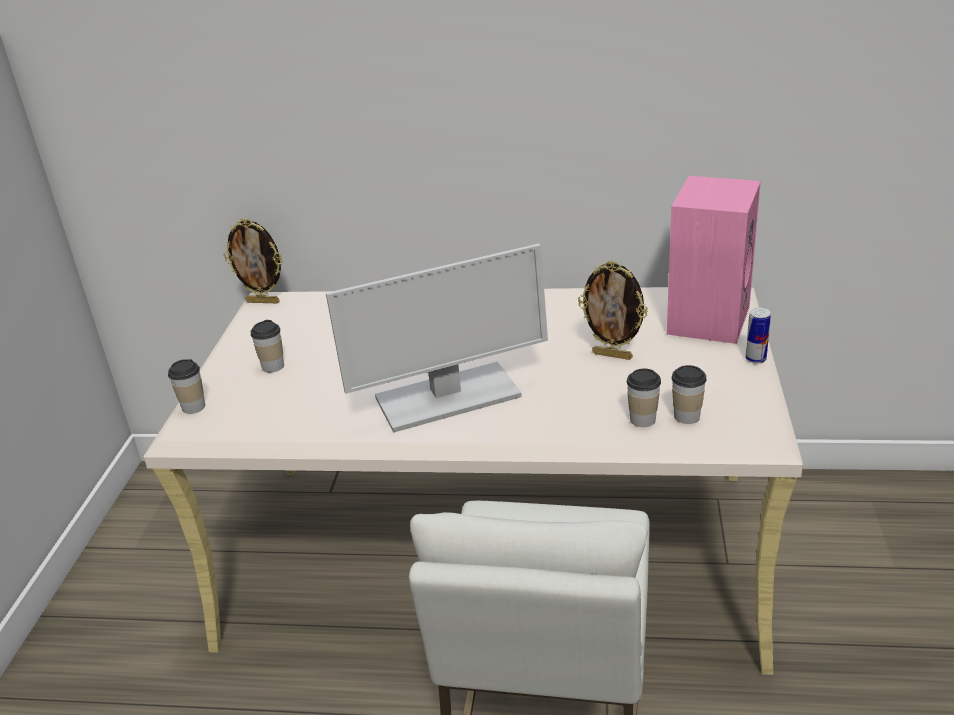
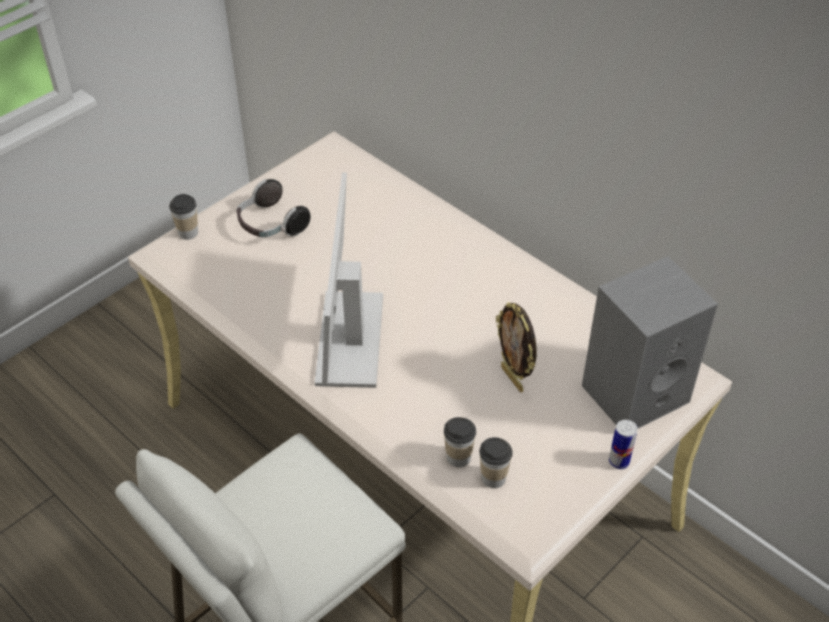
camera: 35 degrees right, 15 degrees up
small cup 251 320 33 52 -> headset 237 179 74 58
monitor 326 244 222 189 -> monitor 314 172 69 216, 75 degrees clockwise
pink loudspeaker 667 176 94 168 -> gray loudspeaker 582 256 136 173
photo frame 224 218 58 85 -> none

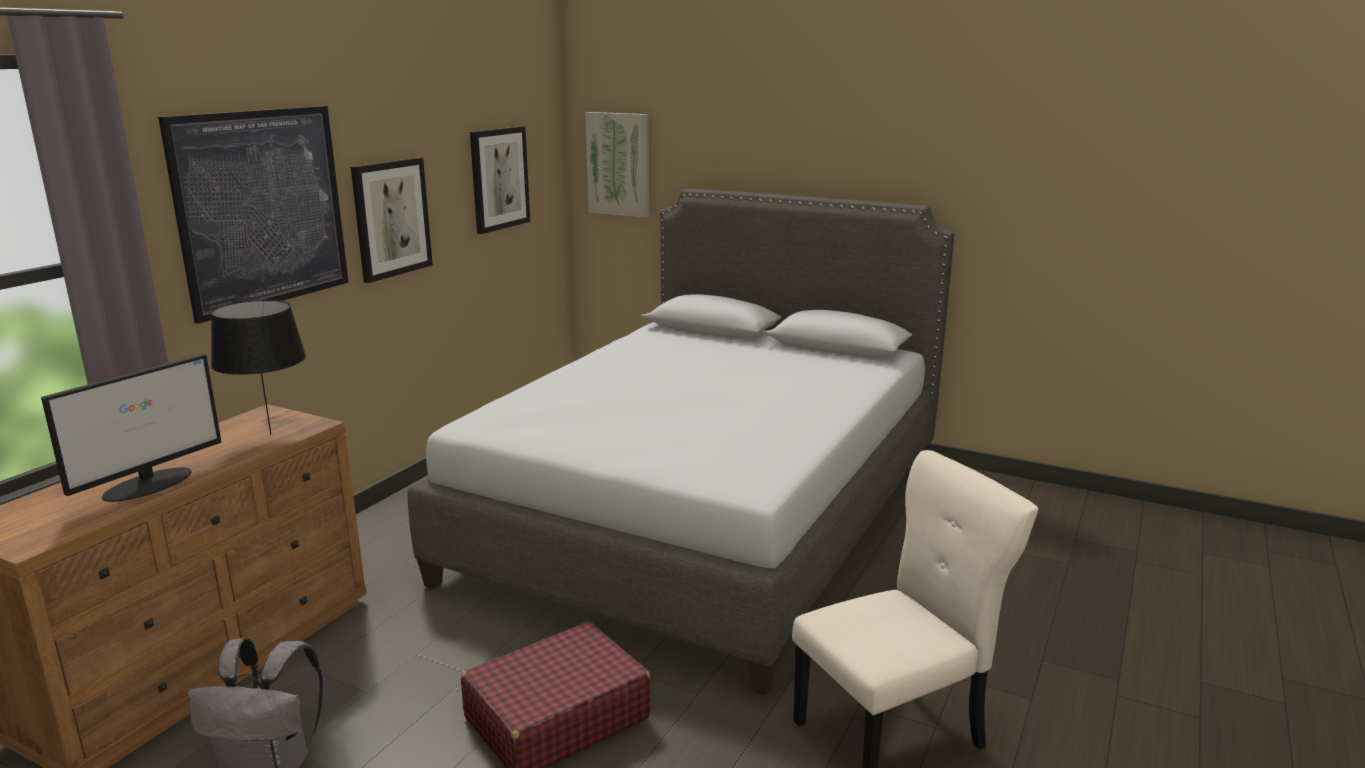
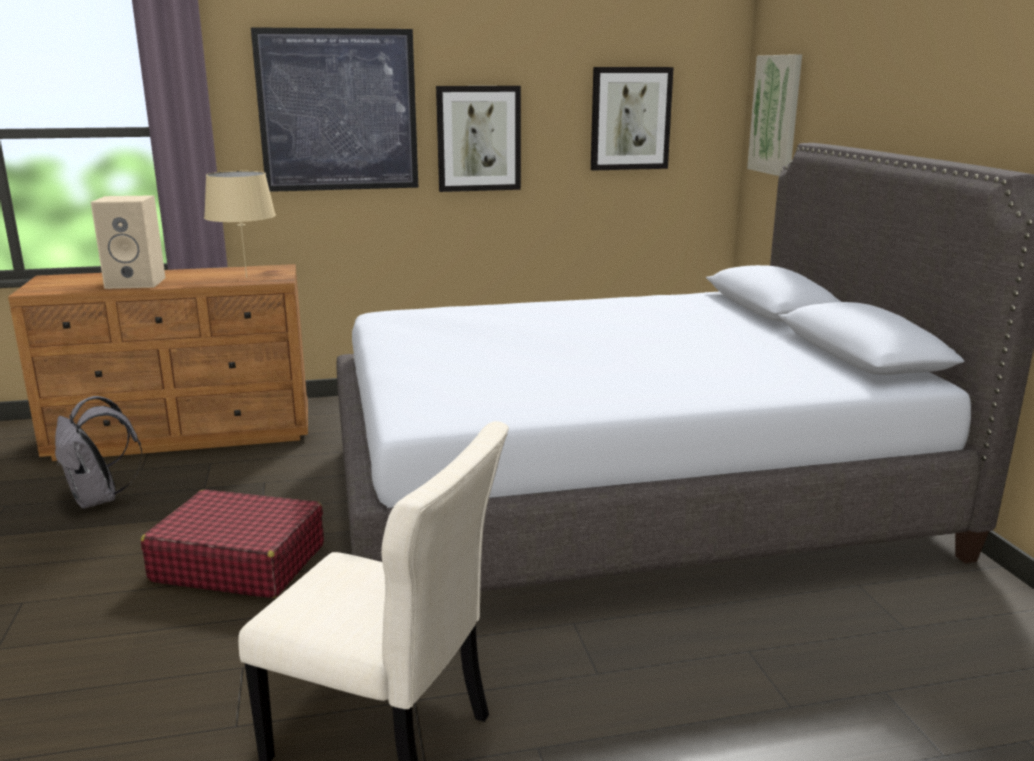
camera: 50 degrees right, 0 degrees up
monitor 41 354 180 148 -> sand-coloured loudspeaker 91 195 74 94
black table lamp 211 300 95 135 -> sand-coloured table lamp 204 171 72 107

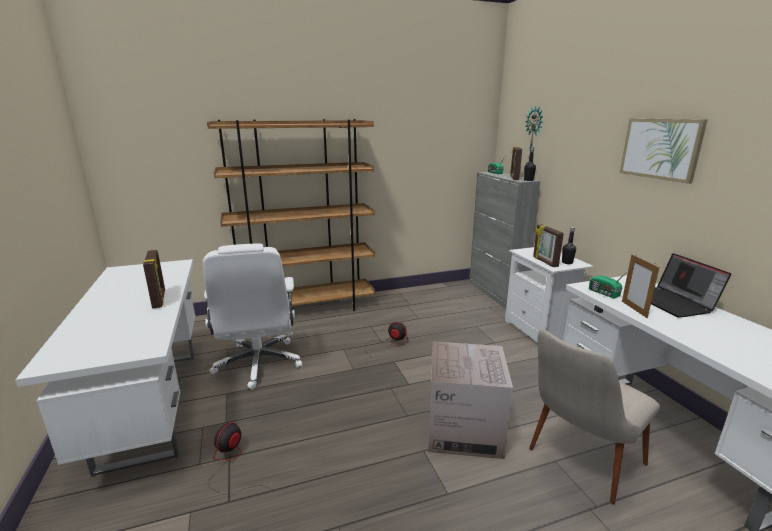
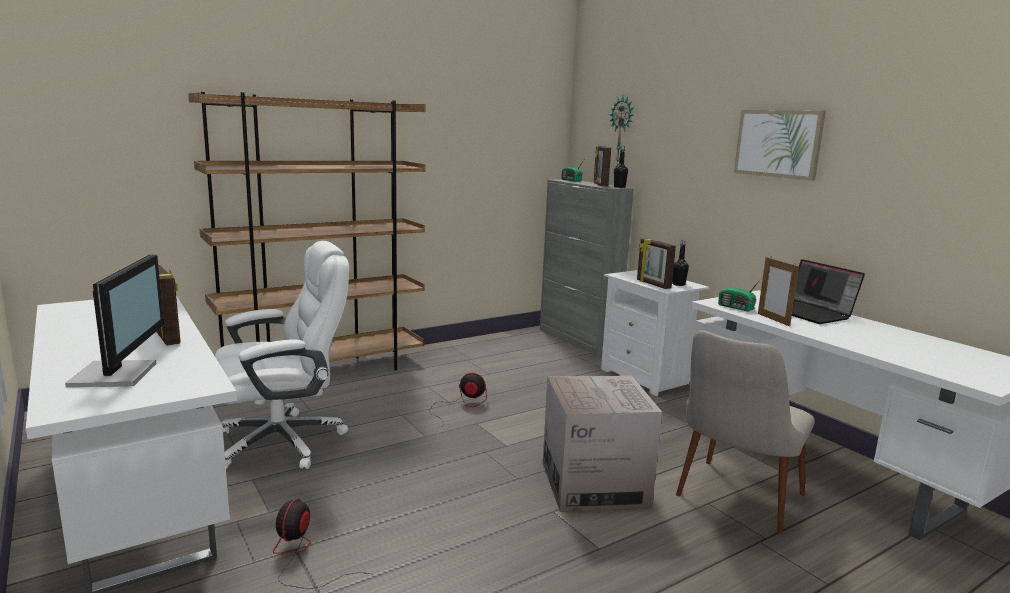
camera: 15 degrees left, 5 degrees down
none -> monitor 65 255 99 132
white-coloured computer chair 203 244 99 145 -> white-coloured computer chair 215 241 134 228, 90 degrees counterclockwise

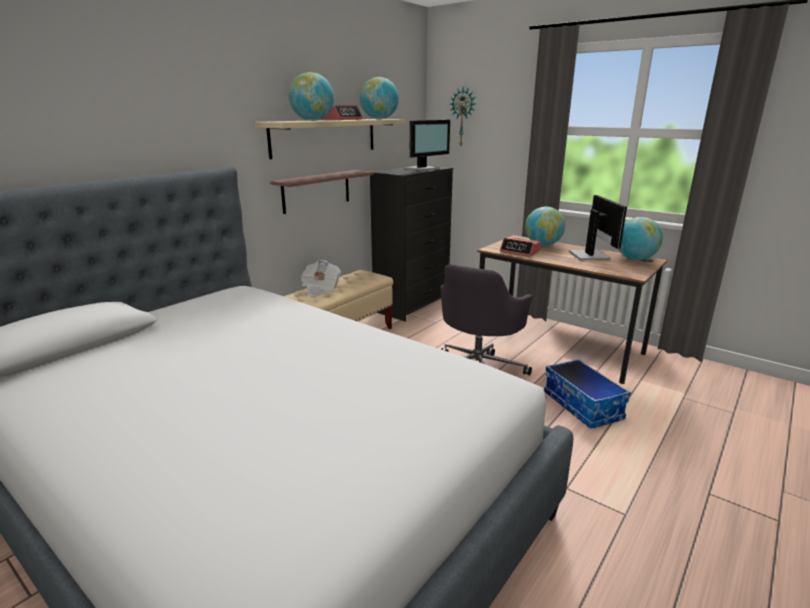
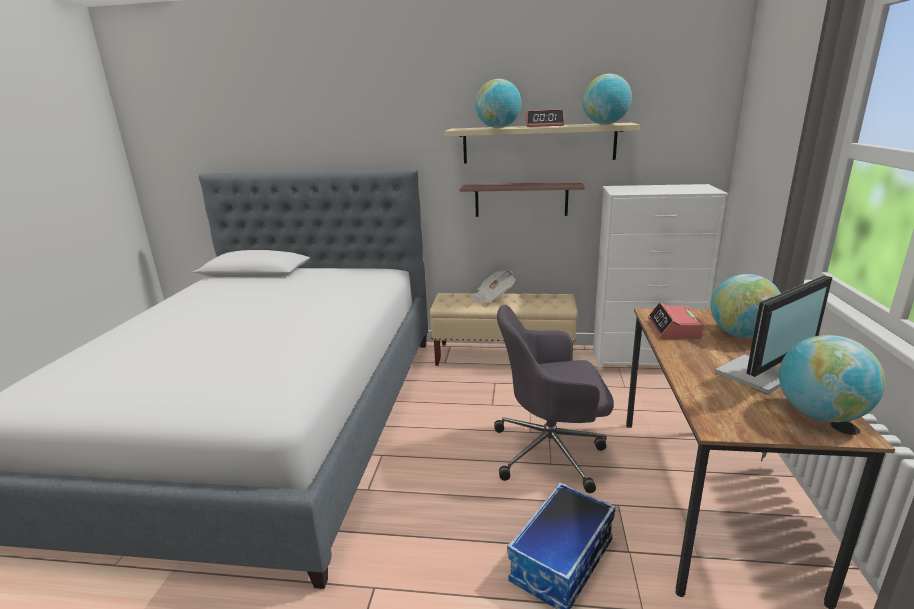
camera: 60 degrees right, 0 degrees up
black dresser 370 166 83 155 -> white-coloured dresser 593 184 135 186
monitor 404 120 46 51 -> none
hanging clock 450 87 25 59 -> none

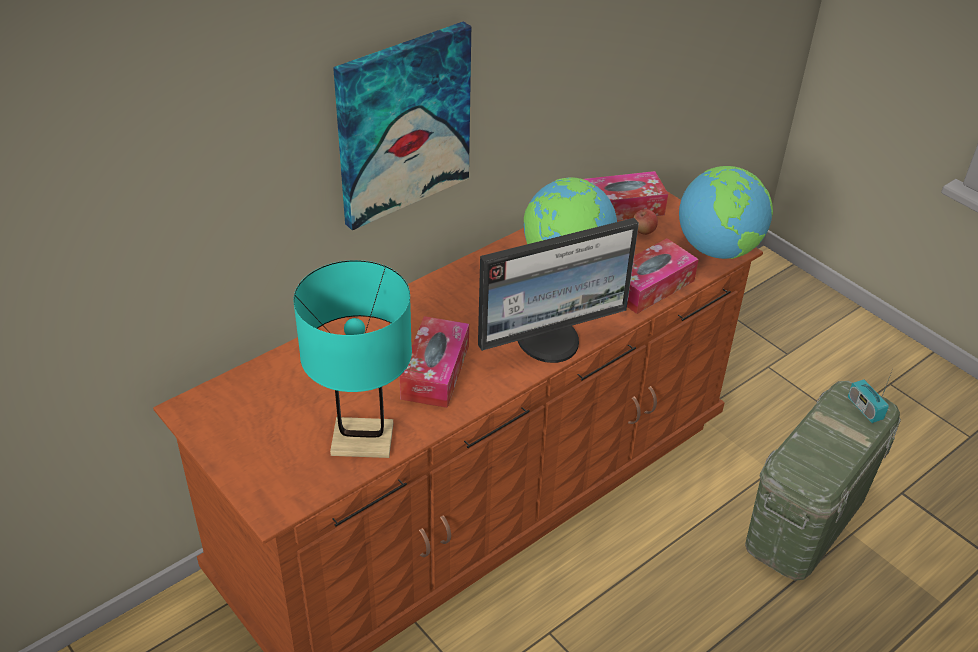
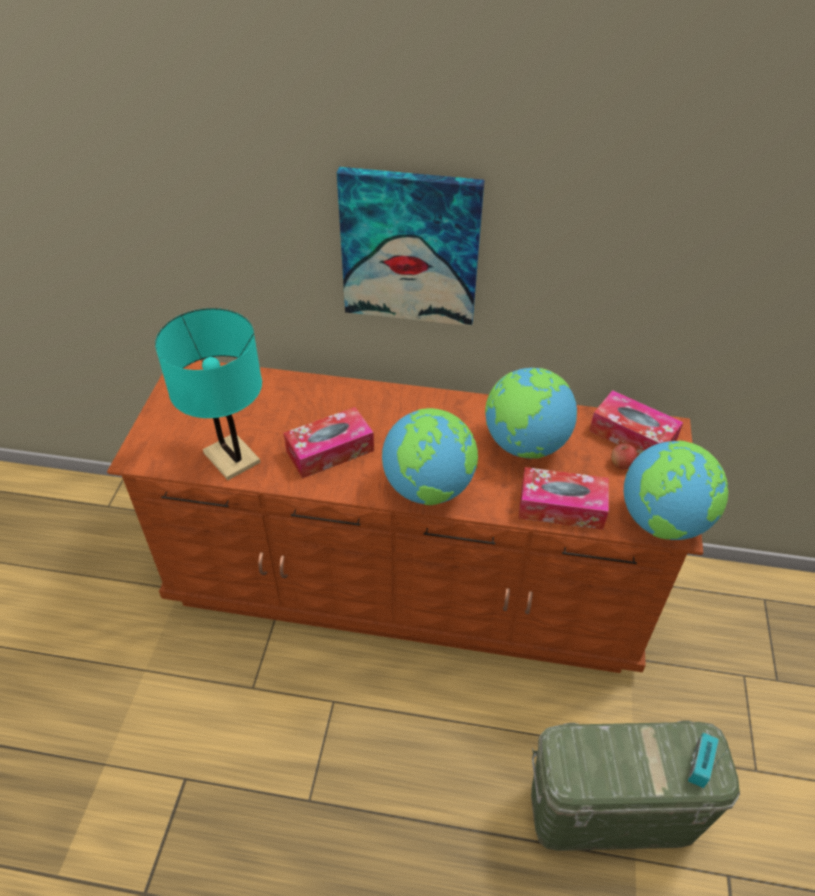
camera: 50 degrees right, 5 degrees up
monitor 478 218 161 145 -> desk globe 382 408 96 97

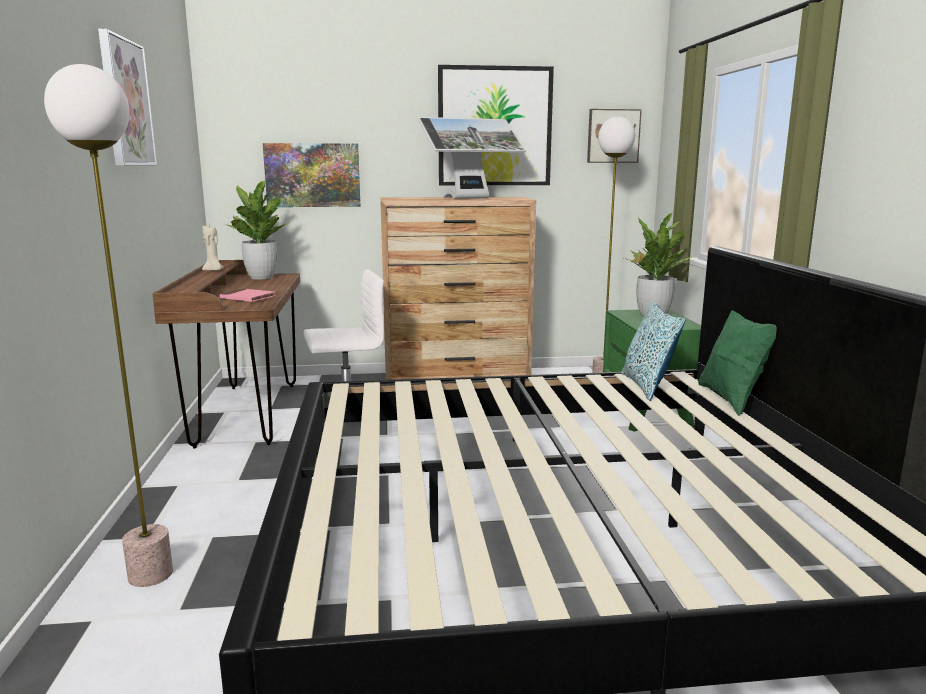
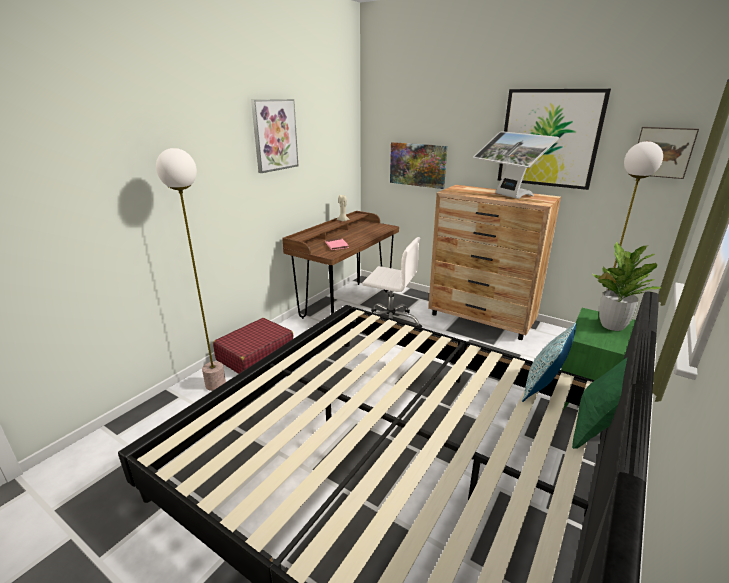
camera: 40 degrees right, 10 degrees up
none -> reddish piece of luggage 213 318 81 56
monitor 418 117 108 82 -> monitor 473 131 86 68, 45 degrees clockwise
potted plant 226 181 63 98 -> none

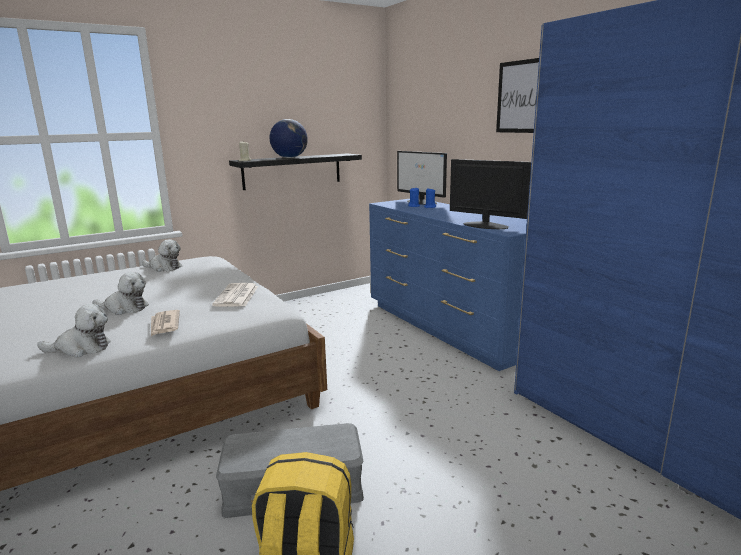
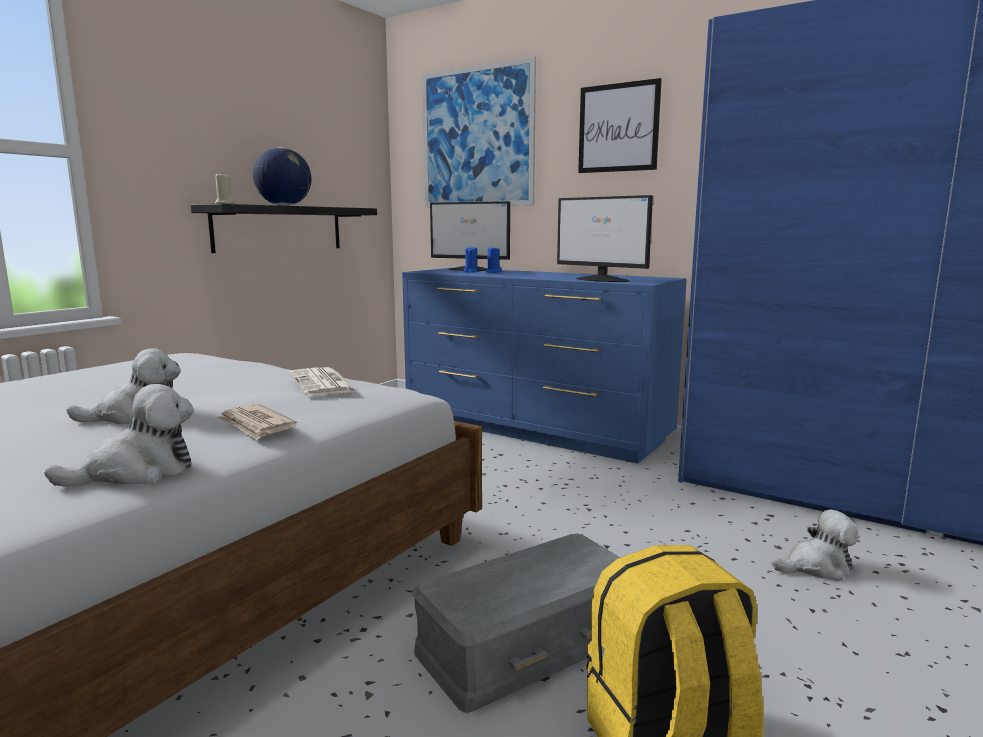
camera: 25 degrees left, 5 degrees down
none -> picture 422 56 114 152
monitor 450 159 81 70 -> monitor 557 195 96 87, 150 degrees counterclockwise
soft toy 142 239 40 33 -> soft toy 771 509 87 72, move

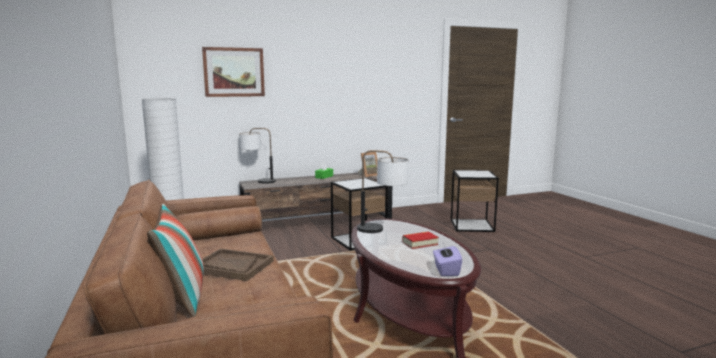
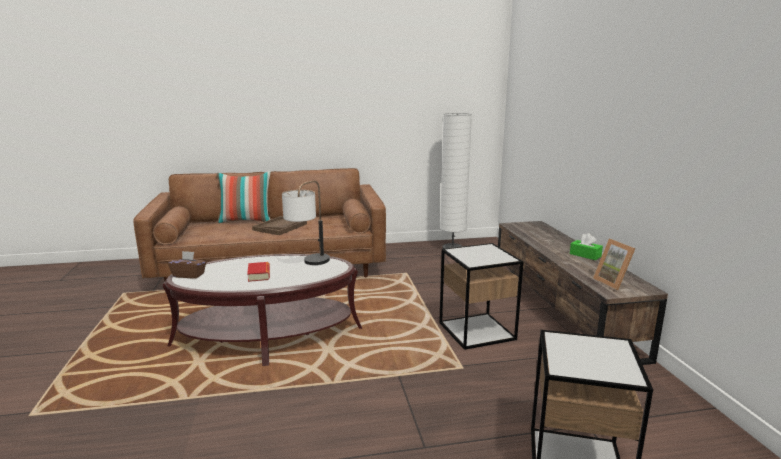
camera: 100 degrees right, 5 degrees up
purple tissue holder 433 243 29 33 -> brown-coloured tissue holder 168 251 38 28
picture 202 47 63 50 -> none
table lamp 239 128 37 55 -> none

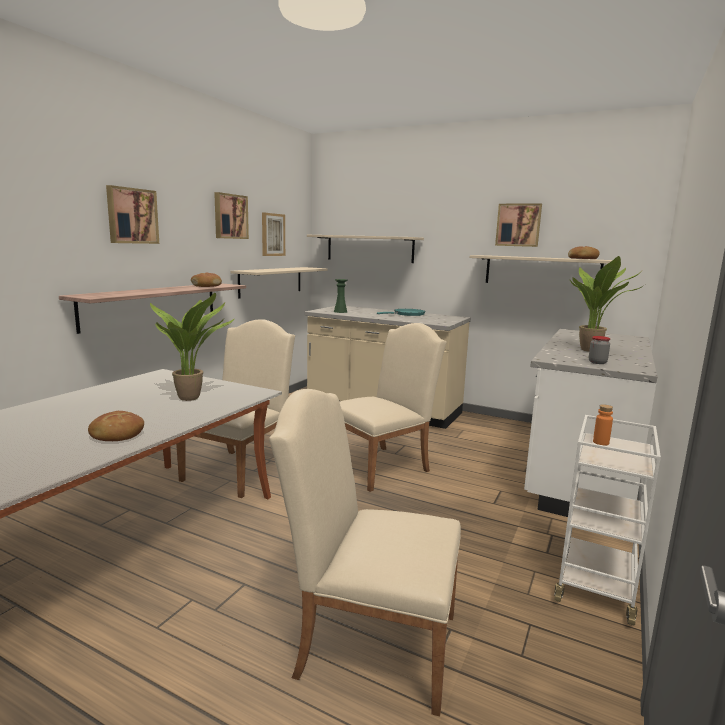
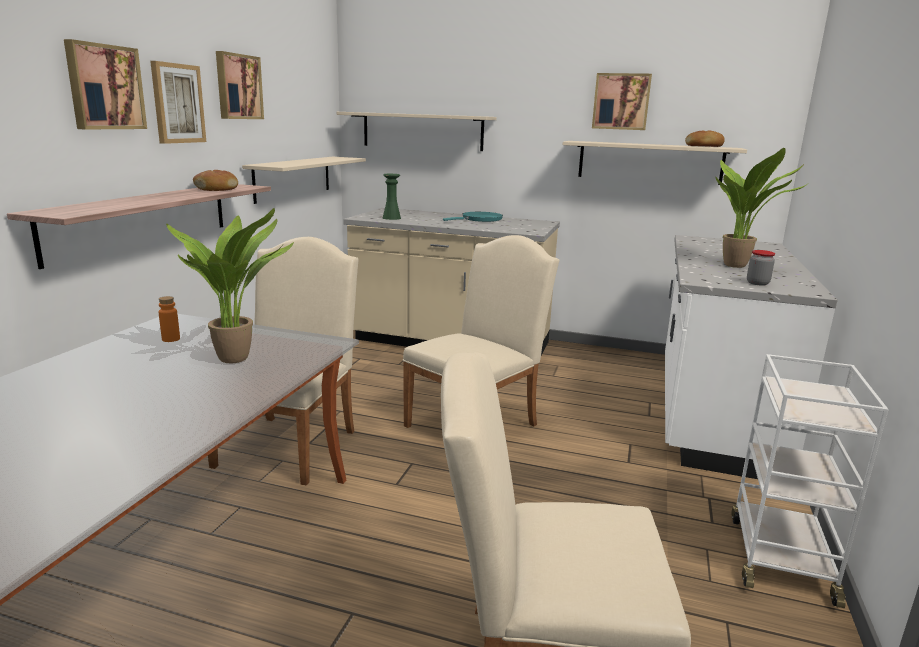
camera: 10 degrees left, 5 degrees up
picture 262 213 23 43 -> picture 150 61 56 83, move
orange-coloured bottle 593 404 20 42 -> orange-coloured bottle 158 296 22 46, move
bread 88 411 56 30 -> none

